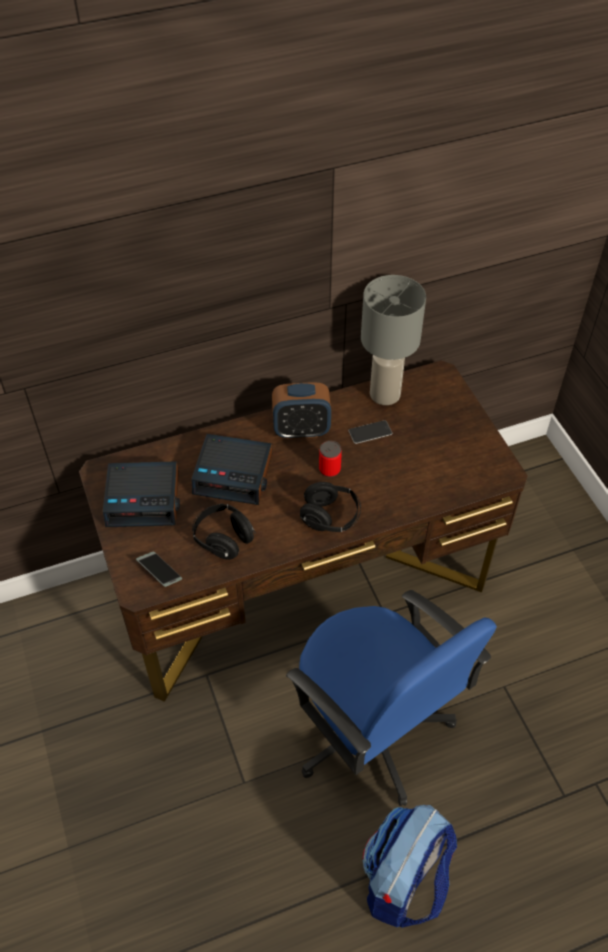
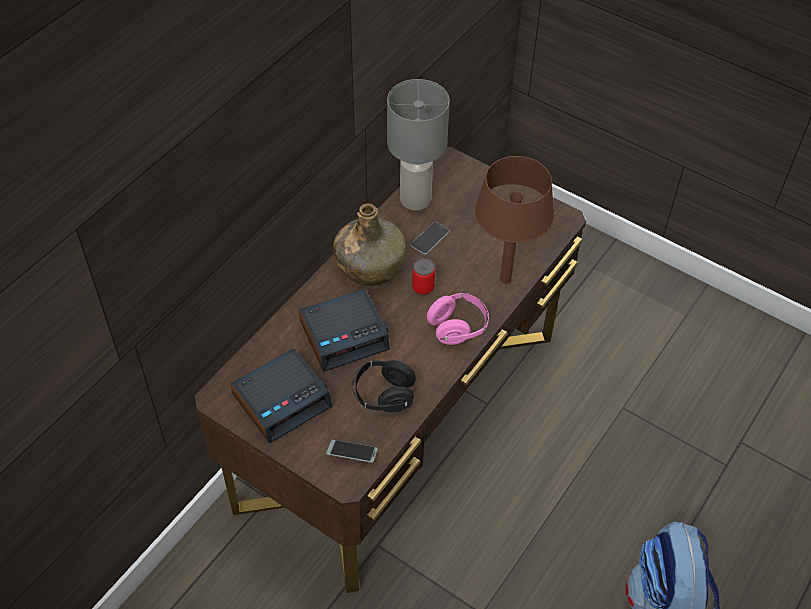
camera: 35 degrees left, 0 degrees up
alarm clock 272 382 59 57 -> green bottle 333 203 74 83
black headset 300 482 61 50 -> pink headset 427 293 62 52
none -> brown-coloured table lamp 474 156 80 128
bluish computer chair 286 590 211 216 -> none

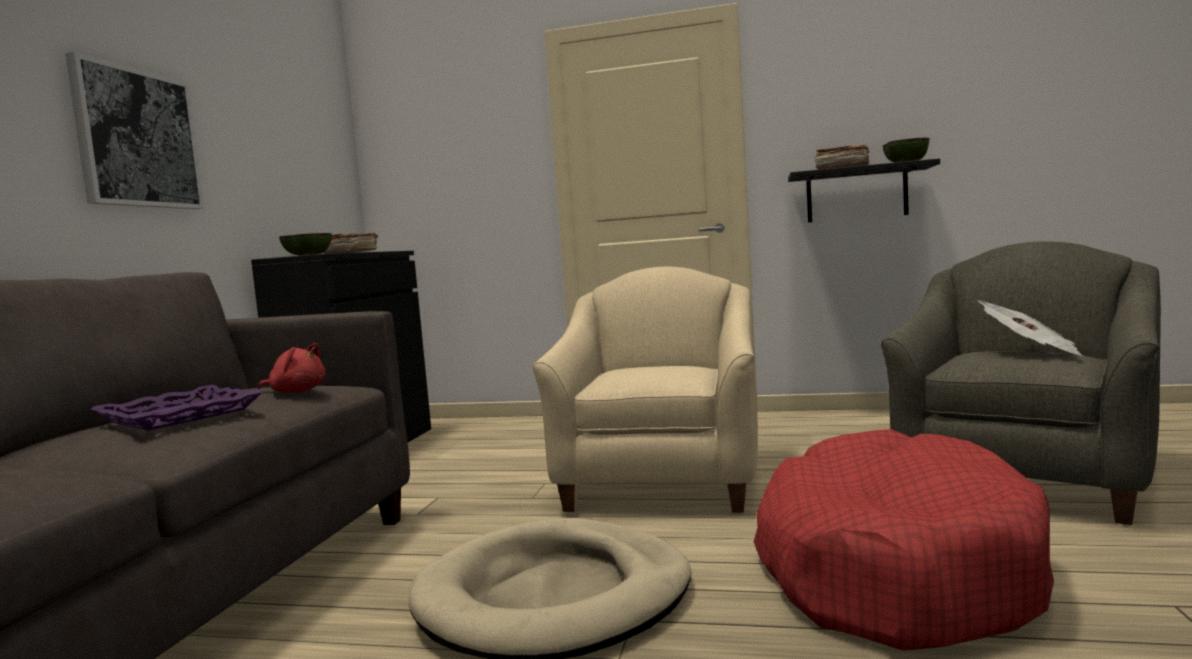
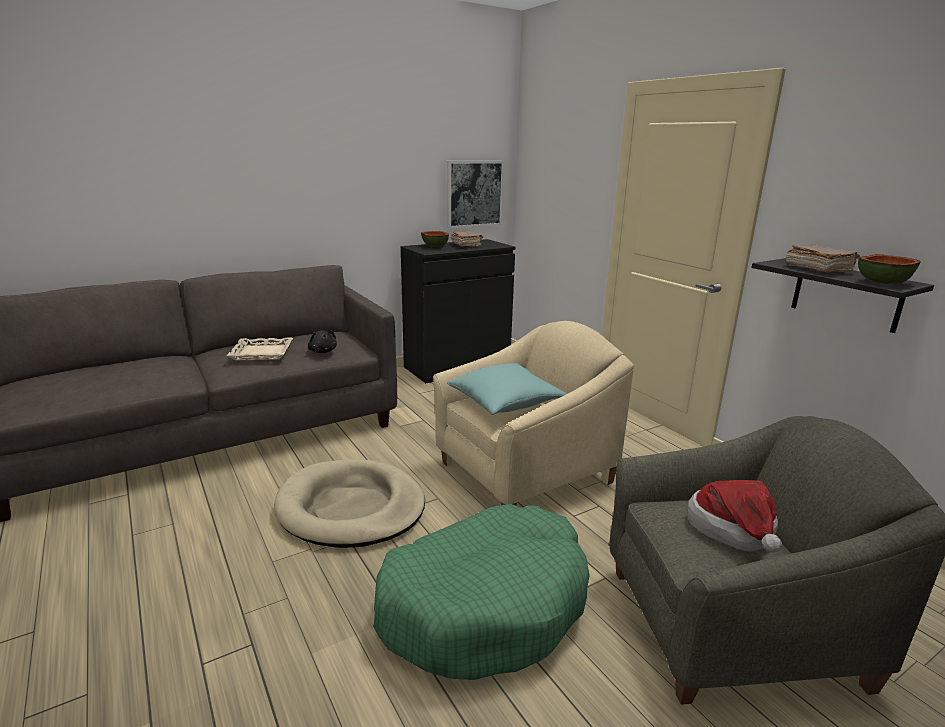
camera: 45 degrees right, 15 degrees up
purple tray 91 385 171 46 -> sand-coloured tray 226 338 67 22
reddish soft toy 258 343 68 50 -> black soft toy 308 330 29 23
reddish dog cushion 753 429 301 222 -> green dog cushion 373 504 217 176
picture 65 52 140 157 -> picture 447 161 57 67, move
none -> turquoise-coloured pillow 447 363 119 52
newspaper 977 300 106 56 -> hat 688 480 94 73

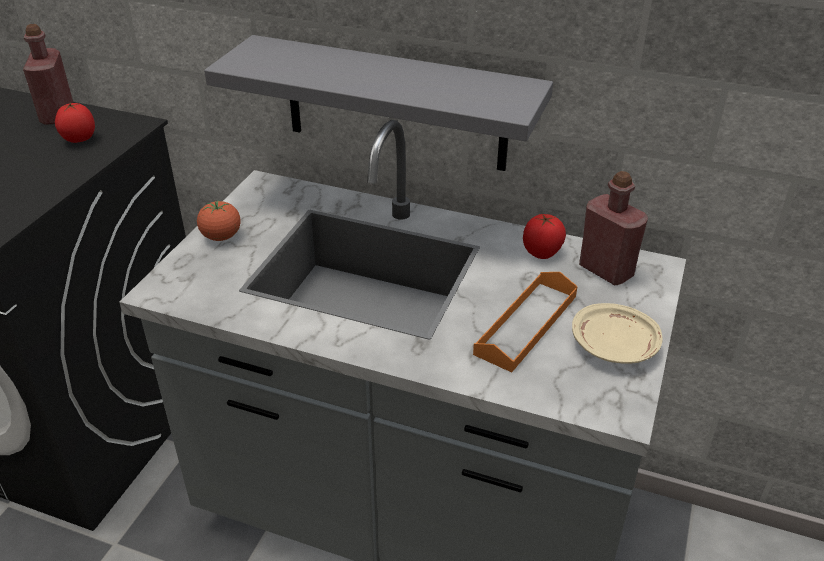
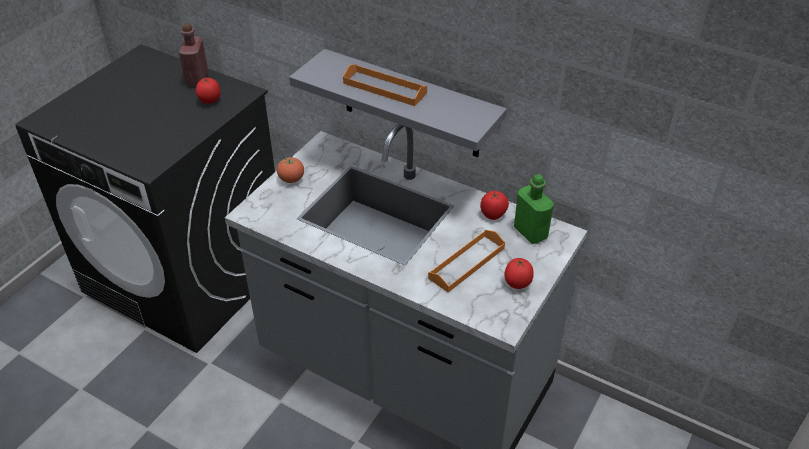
camera: 10 degrees right, 5 degrees up
none -> orange-coloured tray 343 64 84 42
sand-coloured plate 572 303 91 61 -> fresh tomato 505 257 29 32
reddish bottle 579 171 69 114 -> green bottle 514 174 40 70

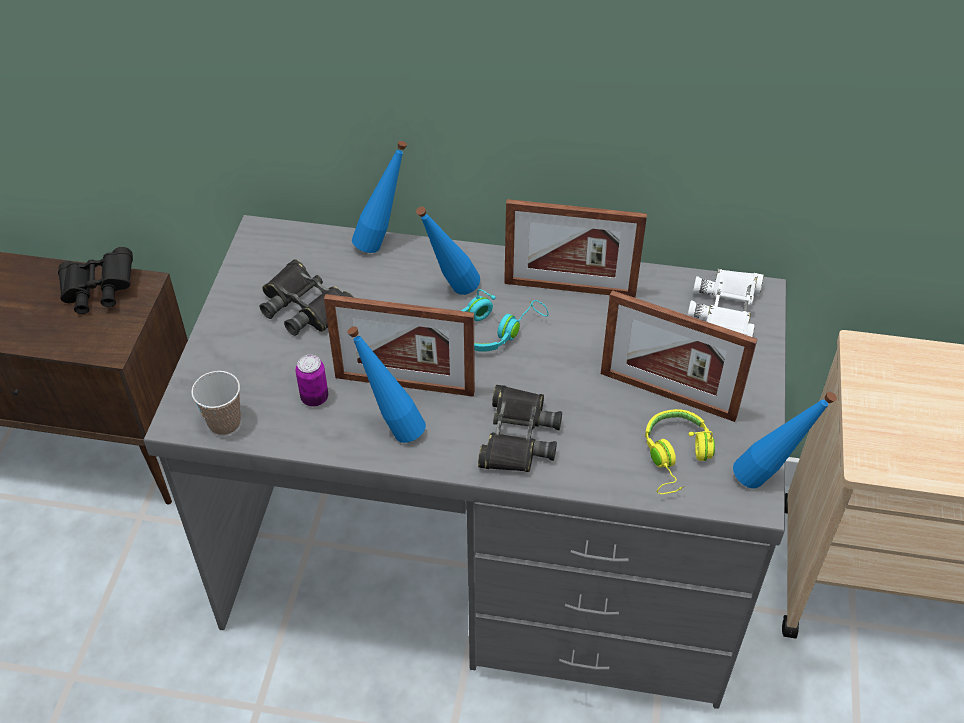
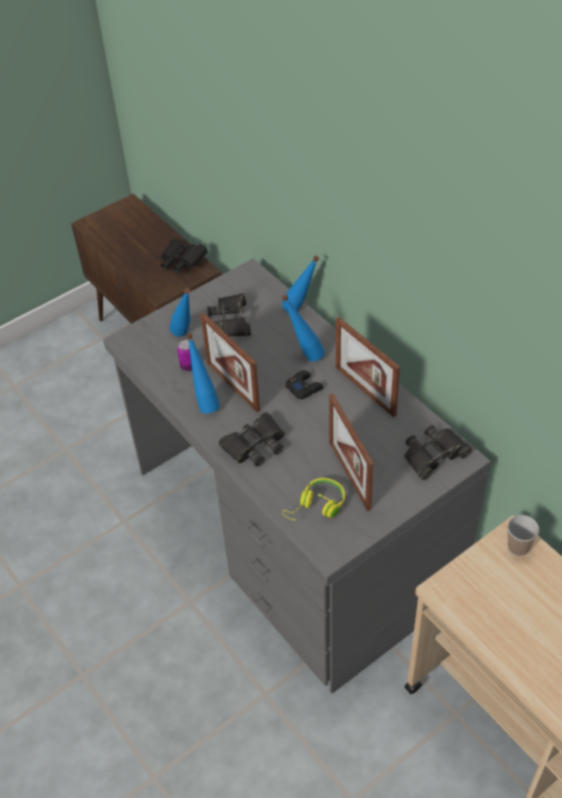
camera: 45 degrees right, 0 degrees up
bluish bottle 733 391 104 98 -> bluish bottle 170 288 20 49, move
turquoise-coloured headset 461 289 87 63 -> black joypad 286 370 37 29
white-coloured binoculars 688 269 76 68 -> black binoculars 404 425 68 55
small cup 191 371 50 64 -> small cup 508 515 31 41, move

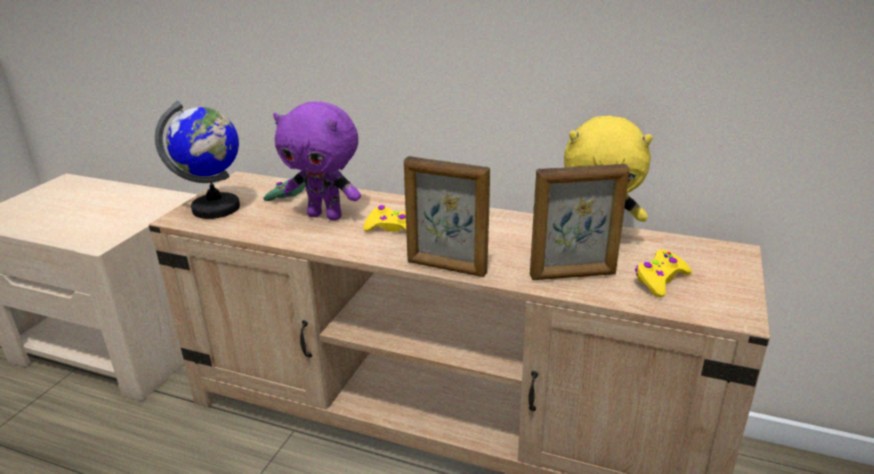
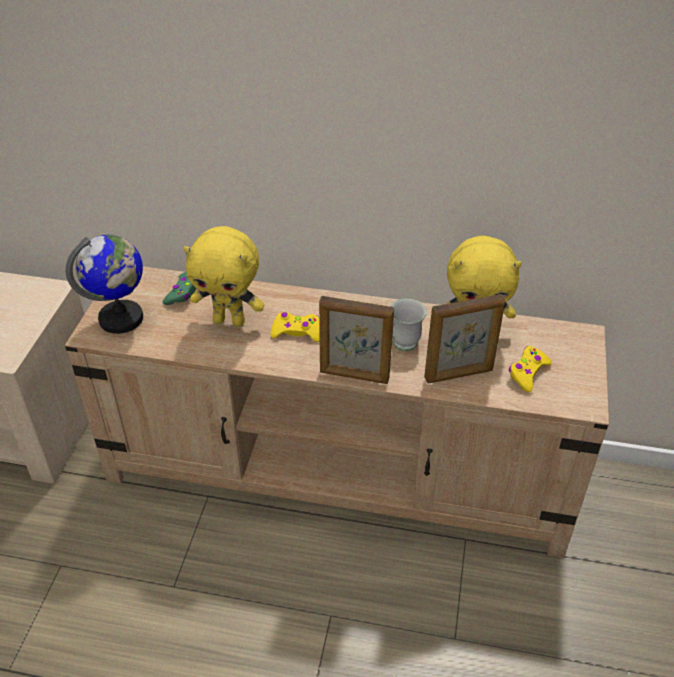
camera: 10 degrees left, 15 degrees up
purple soft toy 273 101 88 120 -> yellowish soft toy 183 226 81 101
none -> white-coloured coffee mug 390 299 37 52

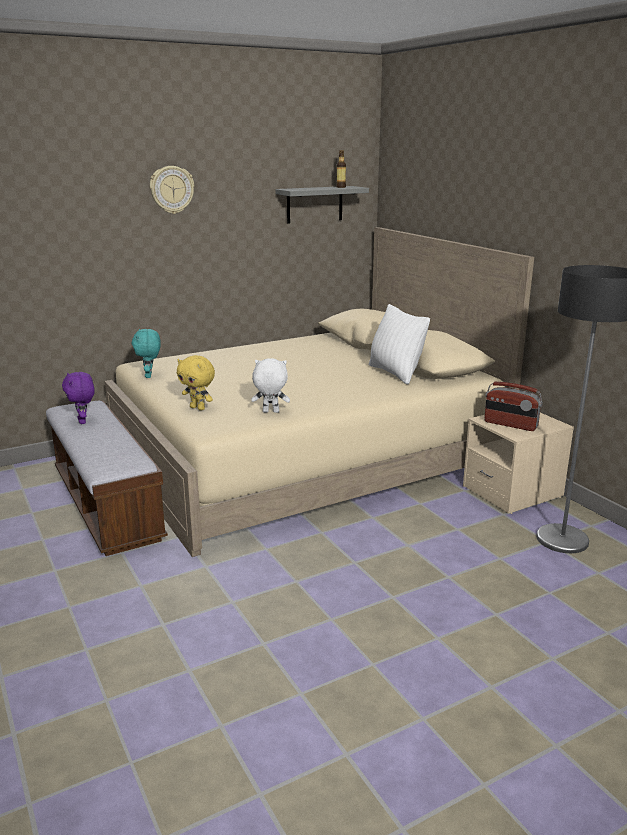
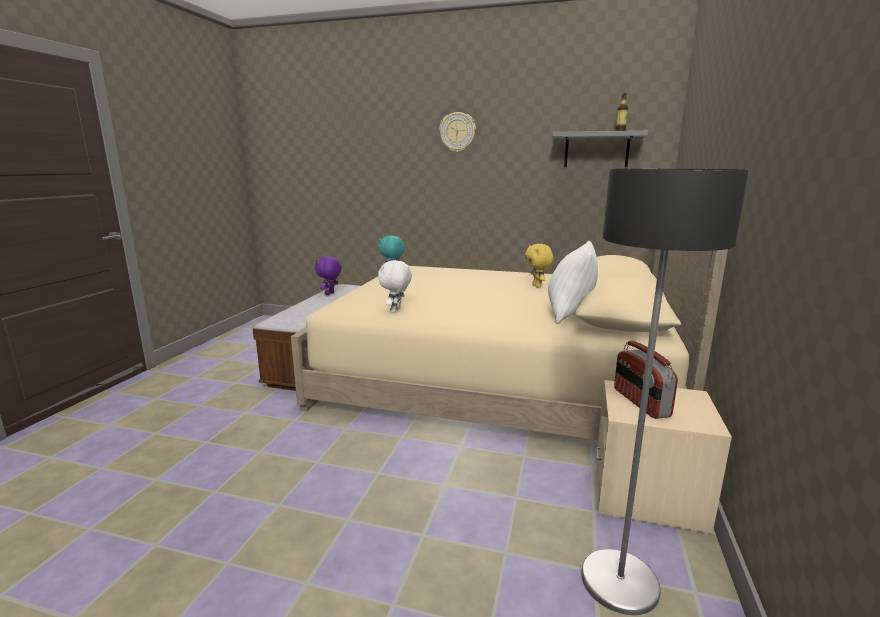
camera: 45 degrees right, 5 degrees down
white-coloured soft toy 251 359 39 54 -> white-coloured soft toy 378 260 34 53, 120 degrees counterclockwise
yellowish soft toy 177 355 38 56 -> yellowish soft toy 525 244 28 44, move

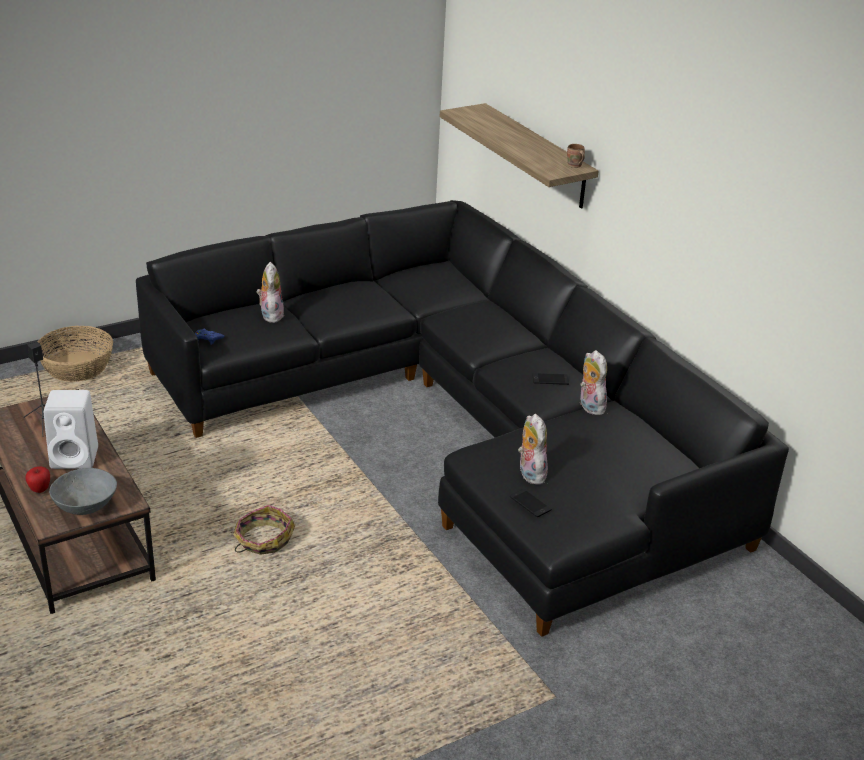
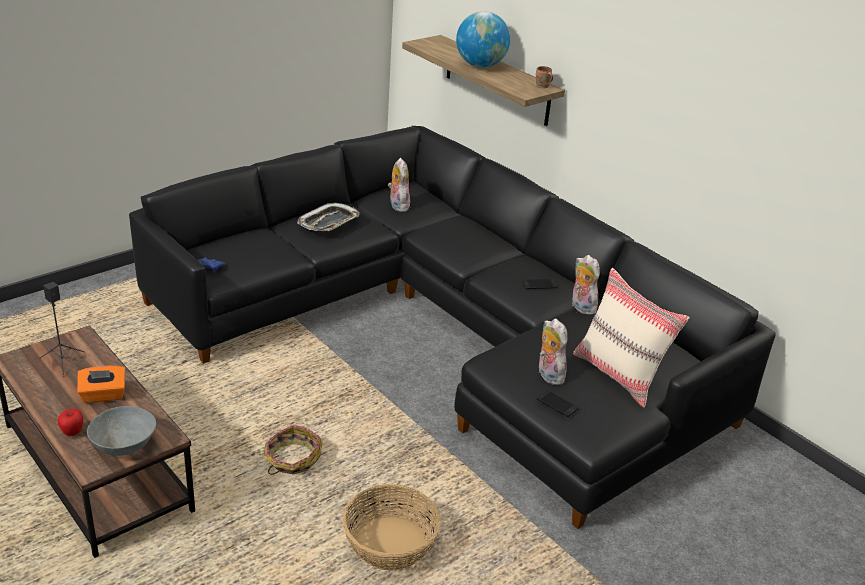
camera: 10 degrees left, 0 degrees up
white-coloured loudspeaker 44 390 54 79 -> orange-coloured tissue holder 77 366 49 37
none -> tray 297 203 63 29
storage basket 38 326 75 56 -> storage basket 343 484 98 87, move
soft toy 257 262 27 61 -> soft toy 388 158 22 54, move
none -> desk globe 456 11 54 57
none -> sand-coloured pillow 573 268 117 140

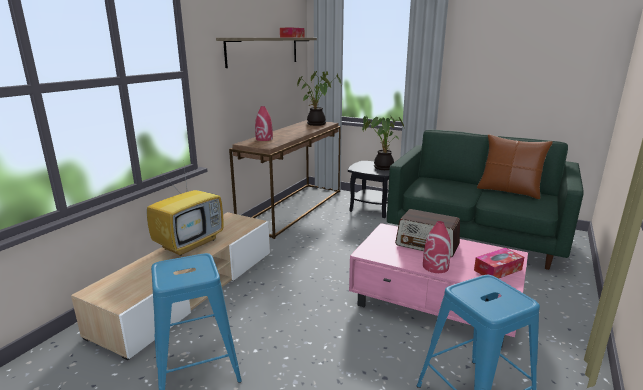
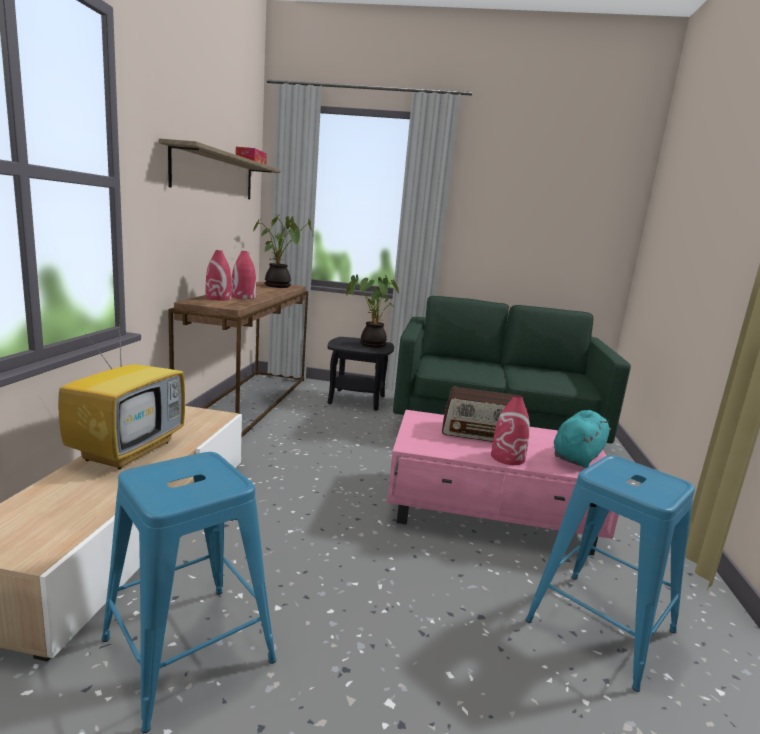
camera: 20 degrees left, 5 degrees down
none -> reddish decorative vase 231 251 25 48
tissue holder 474 248 50 31 -> turquoise-coloured soft toy 554 410 57 58
brown-coloured pillow 477 134 76 65 -> none

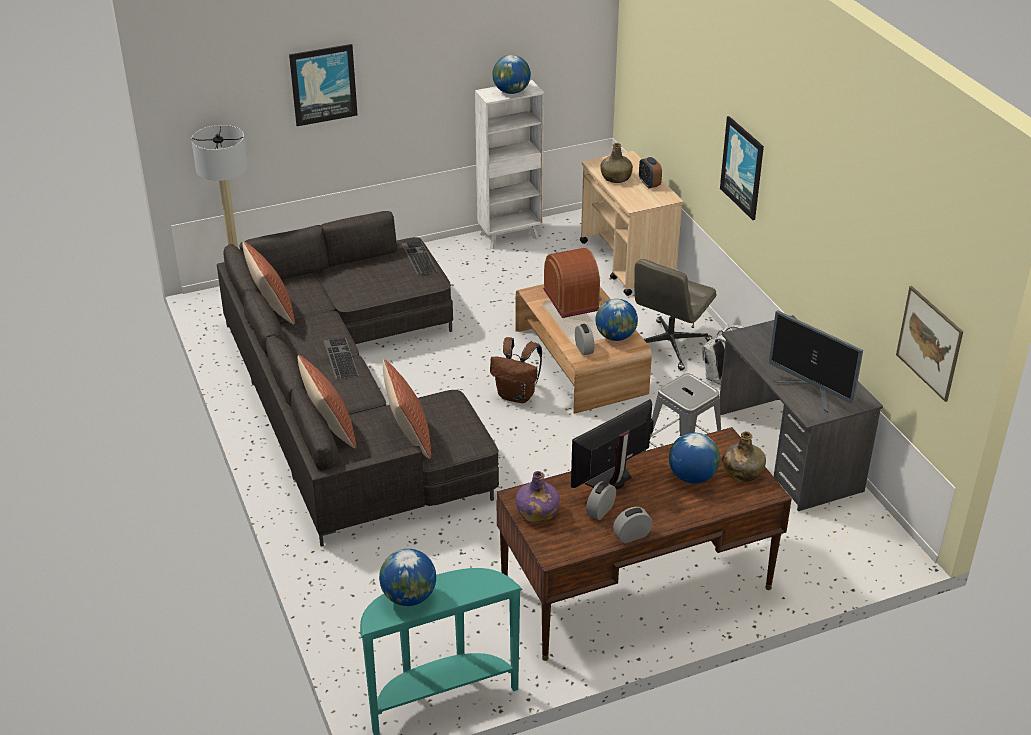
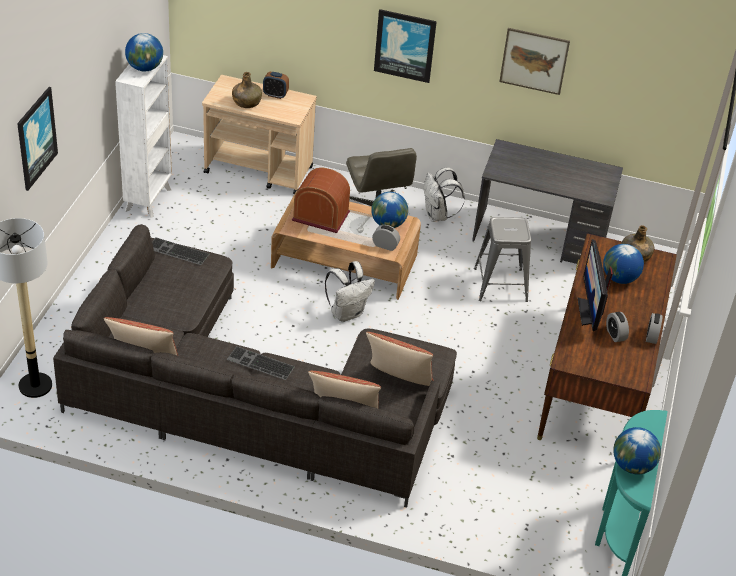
camera: 55 degrees left, 5 degrees up
brown-coloured rucksack 490 337 52 66 -> white-coloured rucksack 325 261 50 61
picture 896 286 67 116 -> picture 499 28 71 67, move
purple bottle 516 471 44 52 -> none
monitor 769 310 94 102 -> none

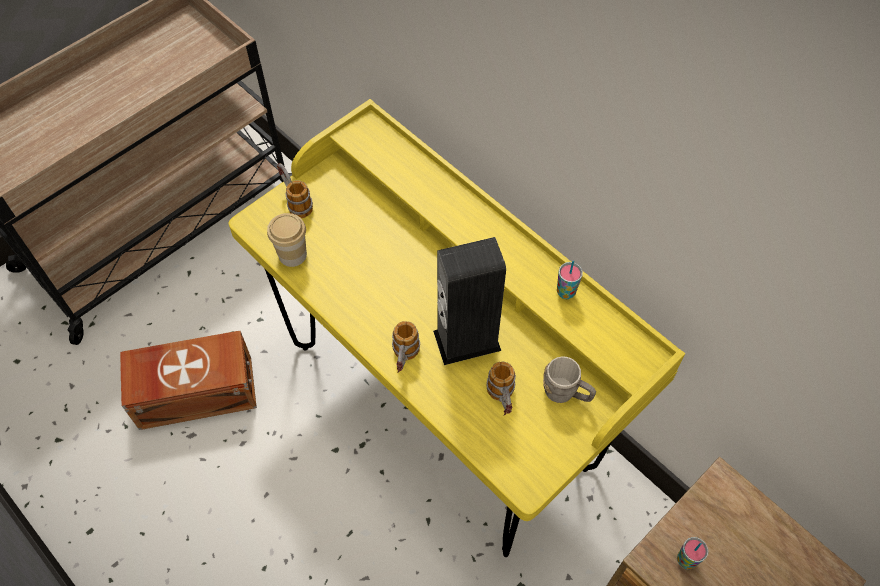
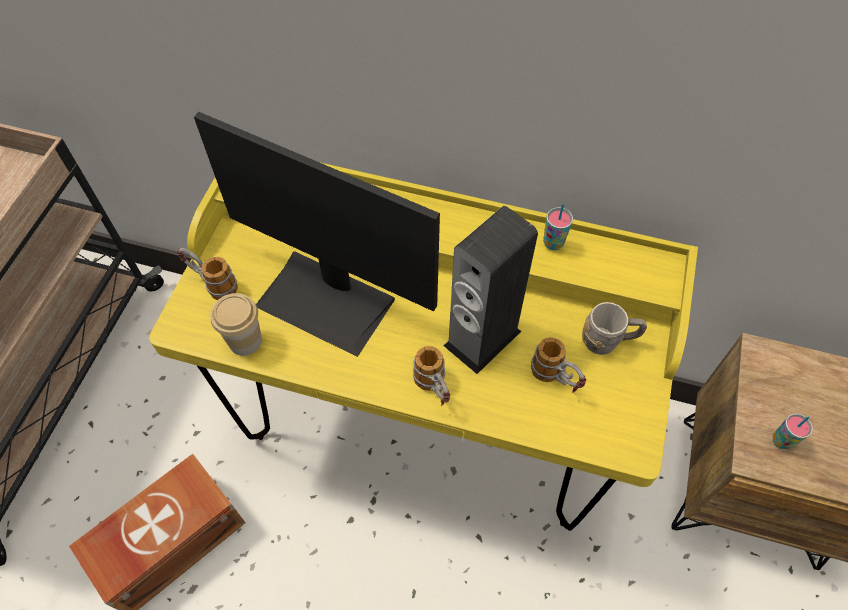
camera: 30 degrees left, 0 degrees up
none -> monitor 194 112 246 245

